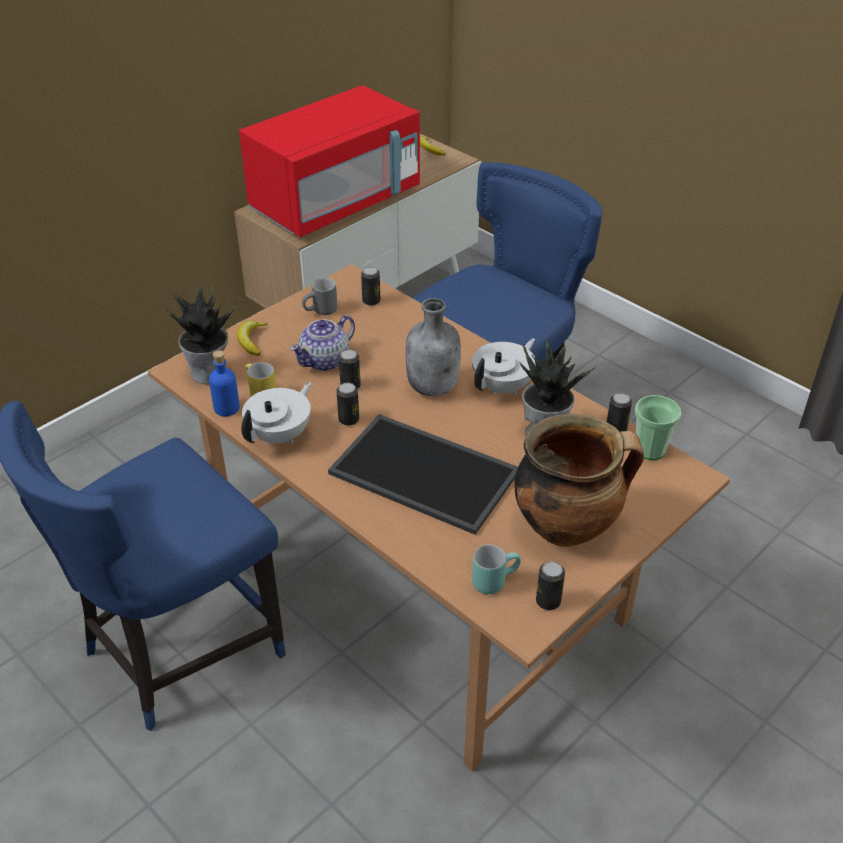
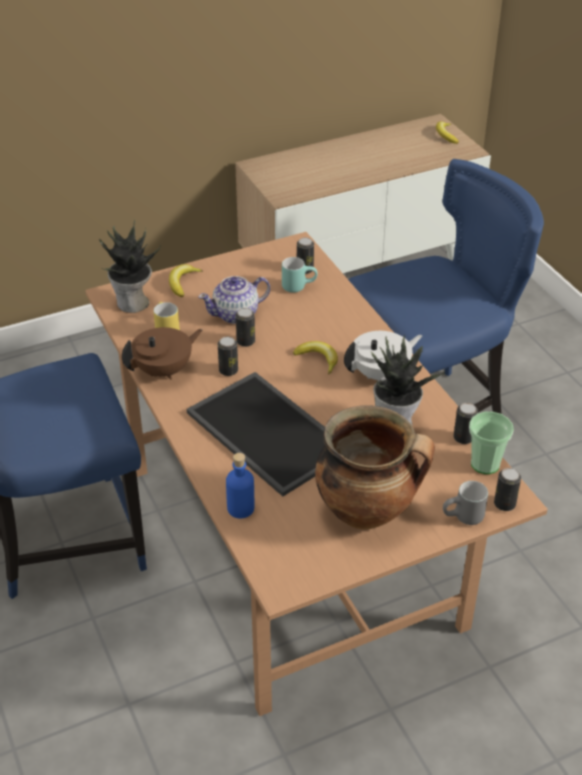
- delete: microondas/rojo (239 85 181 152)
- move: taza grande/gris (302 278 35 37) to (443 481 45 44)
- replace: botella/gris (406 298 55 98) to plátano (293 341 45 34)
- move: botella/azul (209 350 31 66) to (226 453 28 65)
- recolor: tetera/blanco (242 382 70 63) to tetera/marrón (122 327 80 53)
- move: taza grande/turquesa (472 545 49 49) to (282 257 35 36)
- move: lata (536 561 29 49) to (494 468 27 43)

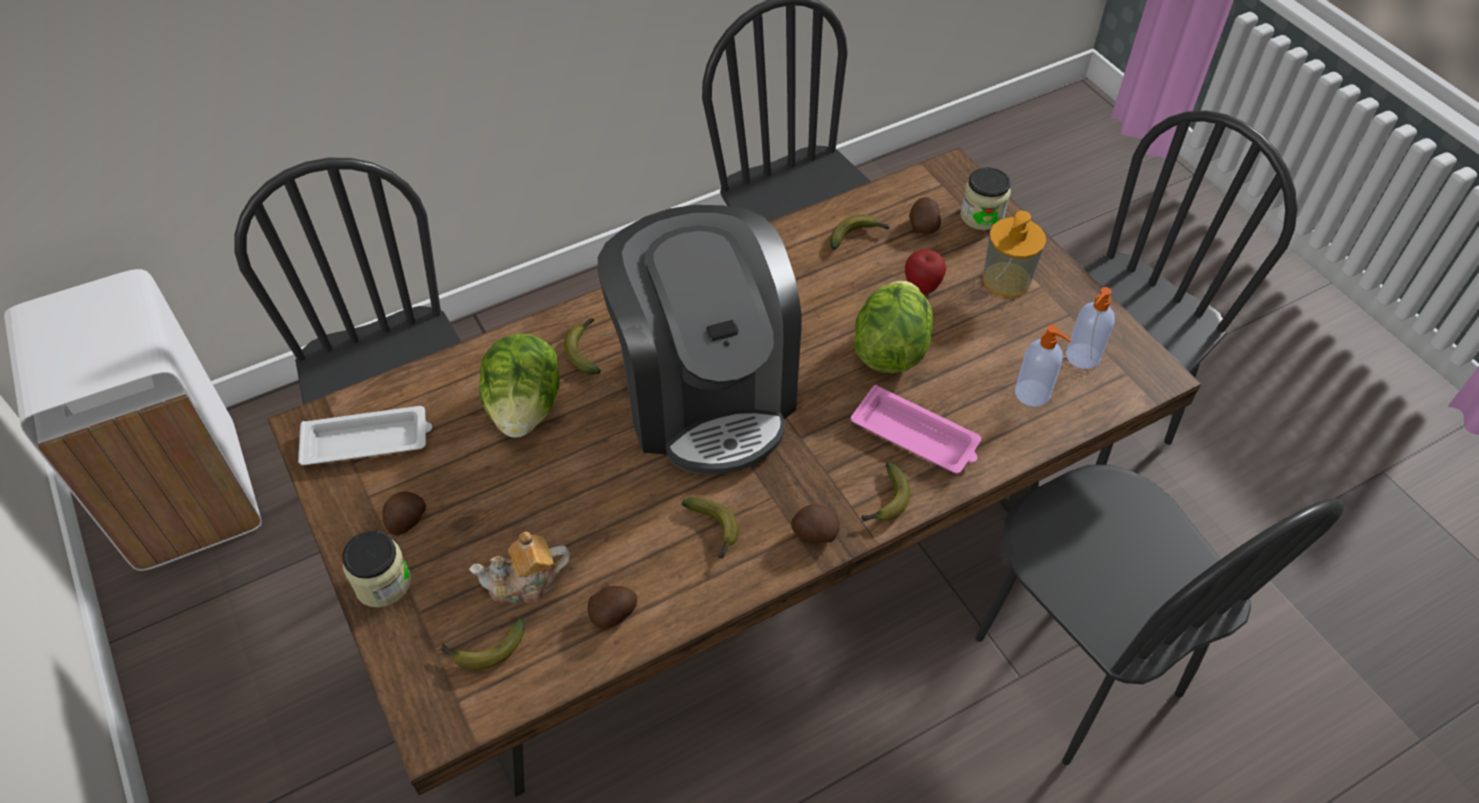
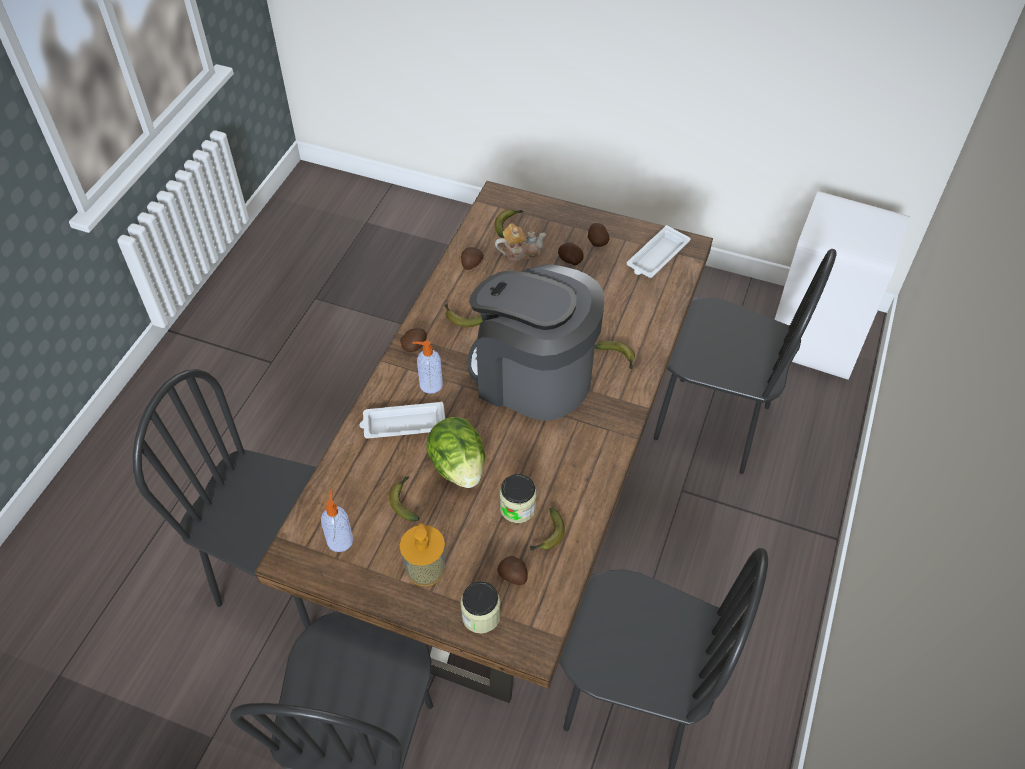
- delete: manzana (905 249 41 45)
- move: dispensador de jabón (1015 325 57 82) to (413 340 30 54)
- delete: lechuga (479 334 81 104)
- recolor: bandeja/rosa (851 385 130 89) to bandeja/blanco (360 401 85 38)
- move: plátano (861 462 49 60) to (389 476 31 45)
- move: tarro (342 531 69 76) to (500 474 36 49)
- rotate: tetera (469 532 101 71) = (495 224 51 38) 45 degrees clockwise
- insert: patata (558 242 26 23)

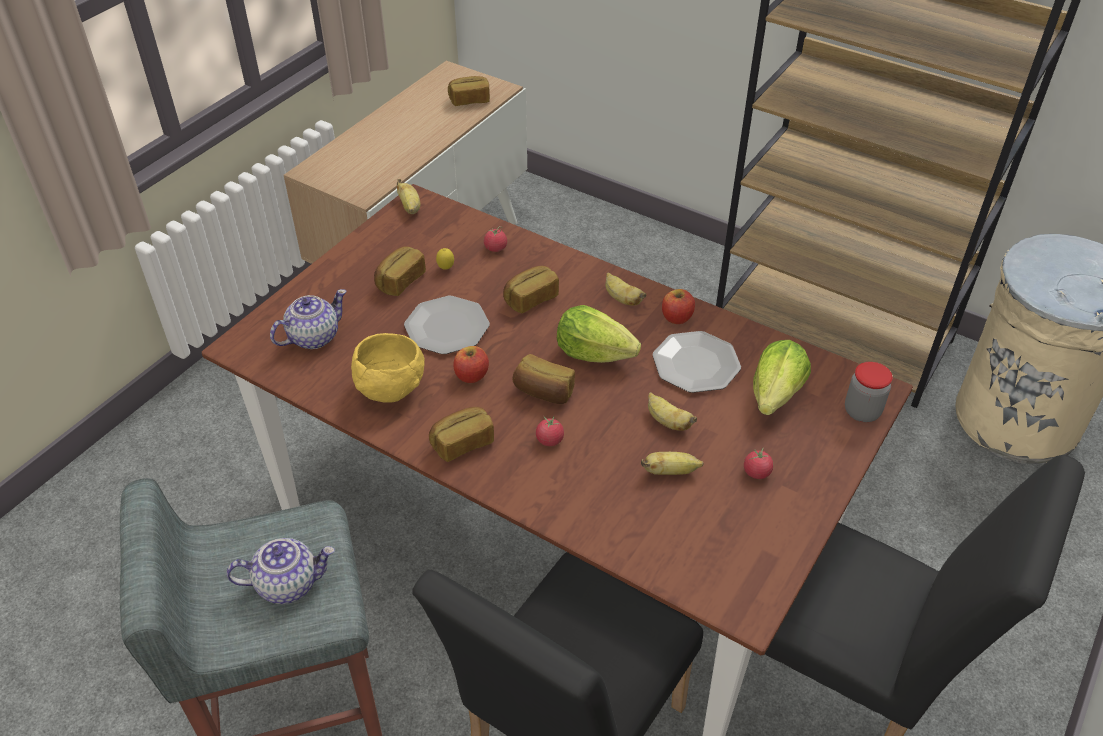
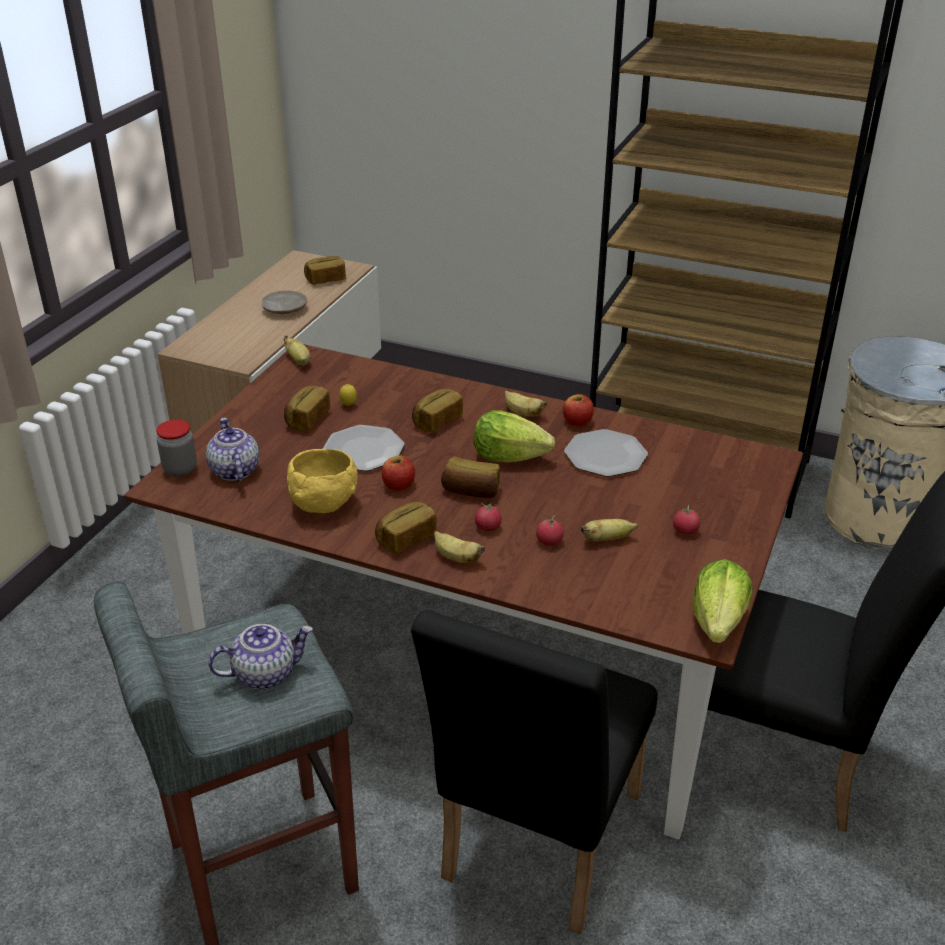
- move: tomate (484 226 23 26) to (536 515 28 31)
- rotate: tetera (270 289 77 60) = (206 418 53 64) 60 degrees counterclockwise
- move: lechuga (753 340 58 75) to (693 559 60 84)
- move: tarro (845 362 48 60) to (156 420 41 57)
- move: plátano (648 392 49 39) to (434 531 51 32)
- insert: plato/beis (261 291 46 23)

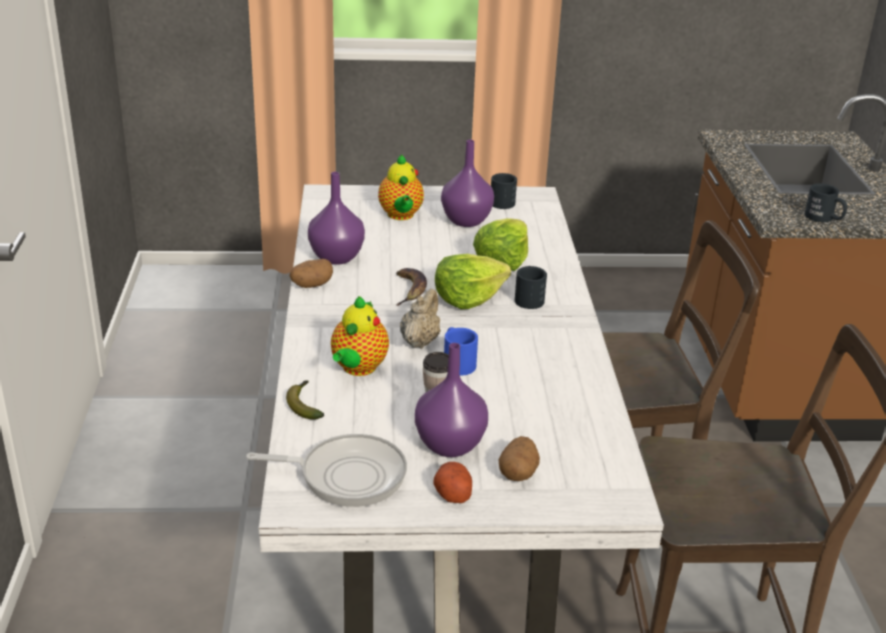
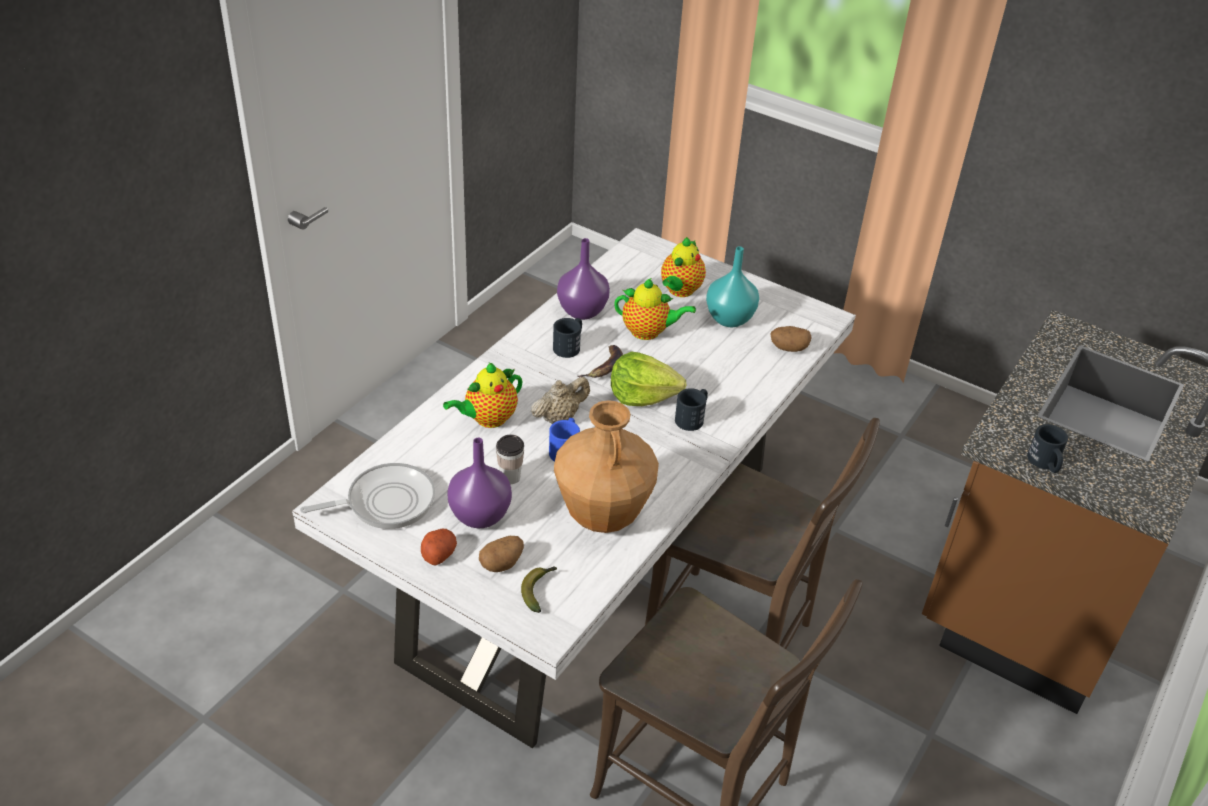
- recolor: florero/morado (441 140 53 87) to florero/turquesa (706 246 53 81)
- move: taza grande/negro (491 173 26 36) to (553 318 29 40)
- delete: lechuga (473 218 55 53)
- move: patata (289 259 44 29) to (770 326 42 26)
- move: plátano (286 380 38 40) to (521 566 36 47)
- rotate: sartén (246 434 161 73) = (300 463 135 66) 60 degrees counterclockwise
- insert: tetera (614 278 82 62)
- insert: florero/marrón (554 400 105 133)

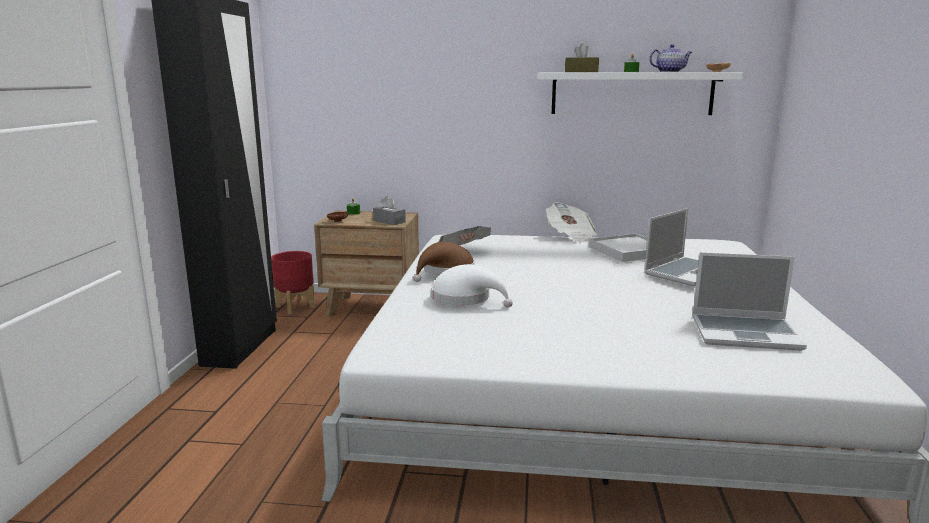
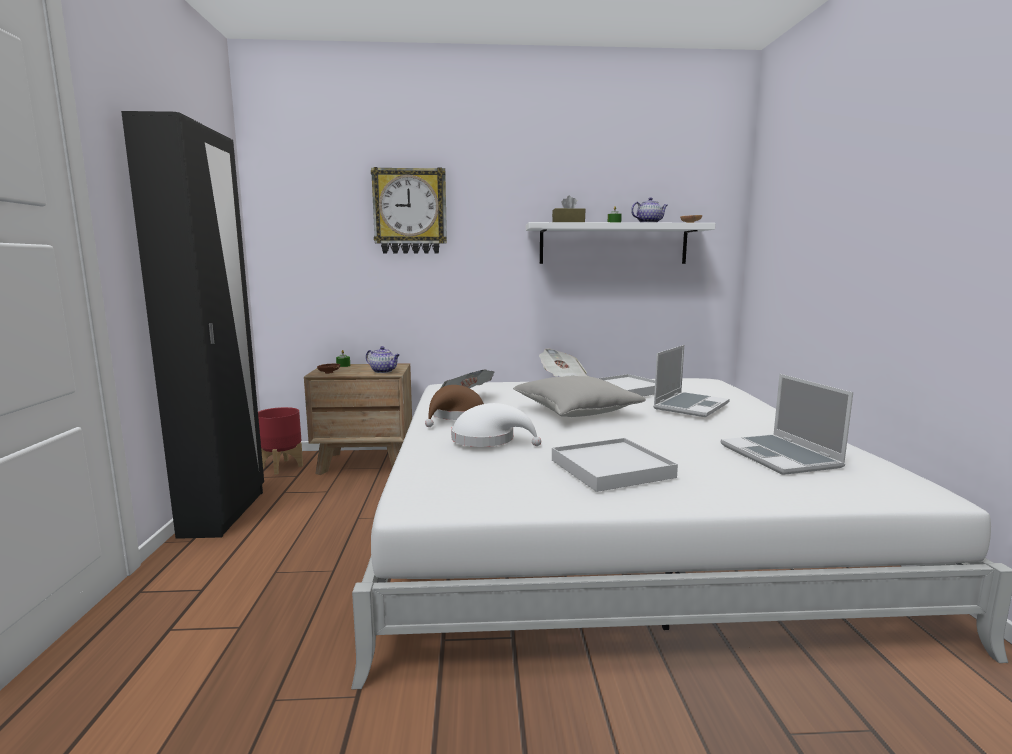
- replace: caja de pañuelos/gris (373 196 33 29) to tetera (366 346 34 27)
- rotate: portátil (692 252 115 99) = (721 374 132 101) 75 degrees clockwise
- insert: reloj de pared (371 167 76 87)
- insert: cojín/gris (513 376 133 41)
- insert: bandeja/blanco (552 438 126 54)

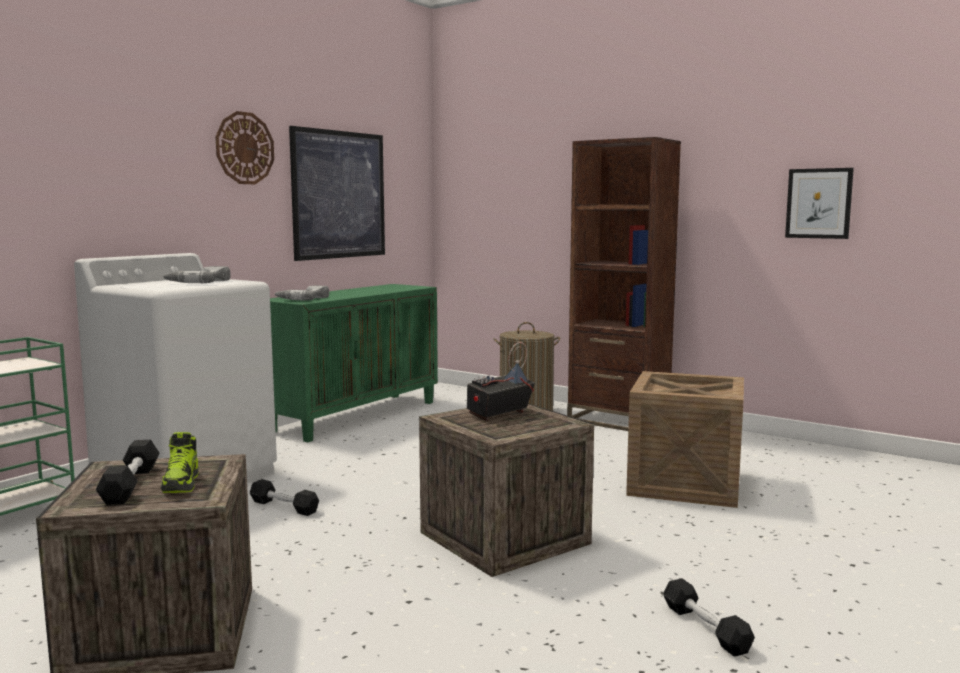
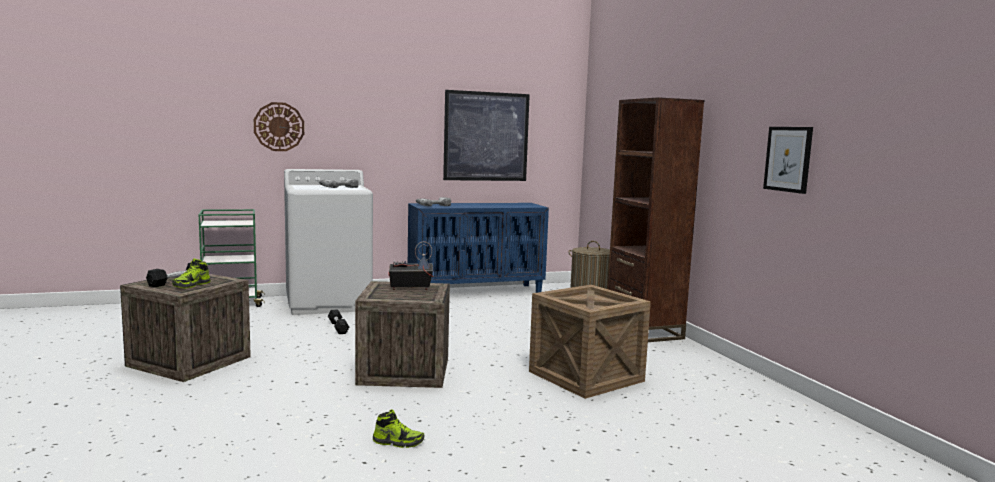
- move: reloj de pared (215 111 59 73) to (254 102 50 49)
- recolor: armario/verde (270 284 168 158) to armario/azul (408 203 141 90)
- replace: mancuerna/negro (663 578 92 79) to zapato (373 409 52 39)

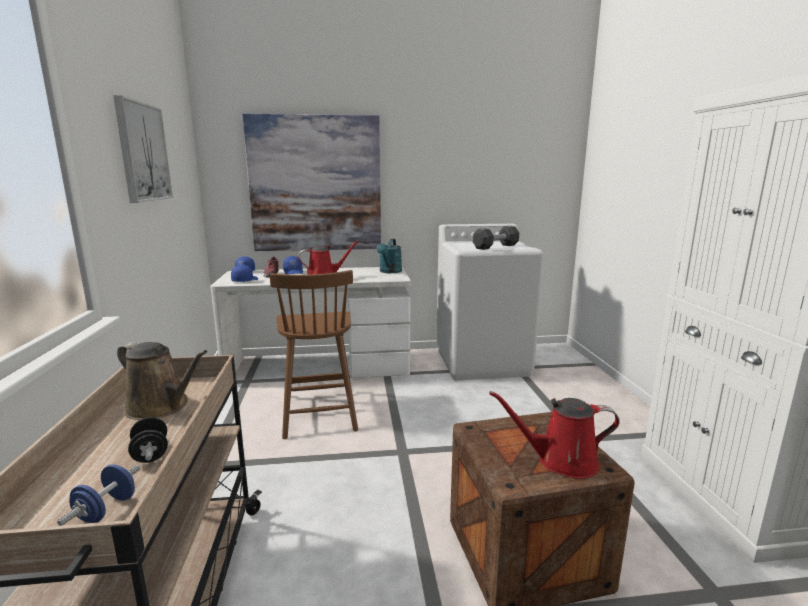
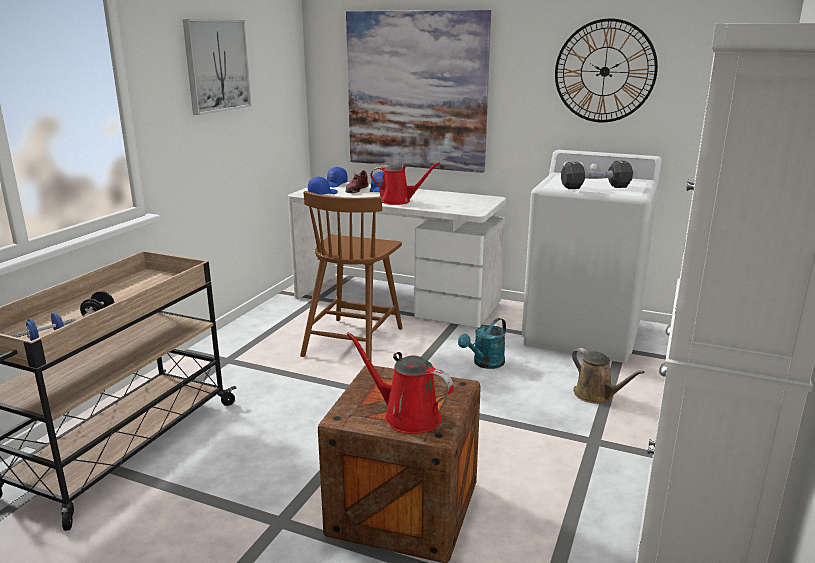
- move: regadera/turquesa (376 239 26 34) to (458 318 48 51)
- move: regadera/marrón (117 342 91 78) to (572 348 73 56)
- insert: reloj de pared (555 18 103 104)

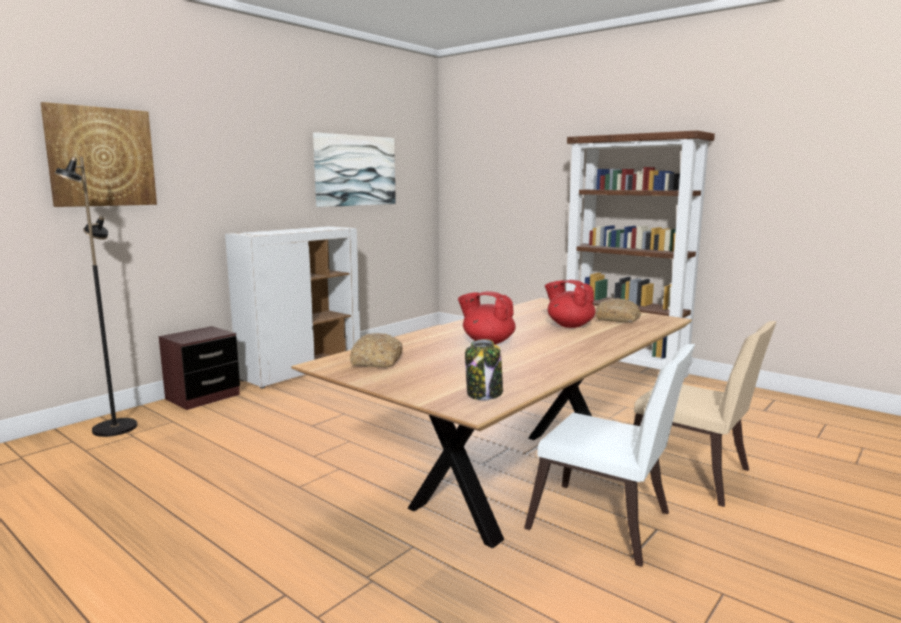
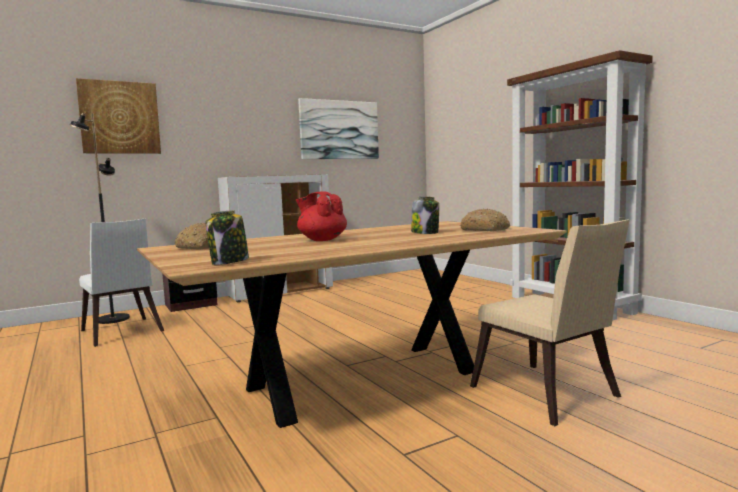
- replace: tetera/rojo (545 280 50 48) to tarro (411 197 28 37)
- move: silla/blanco (524 344 171 223) to (79 219 85 128)

